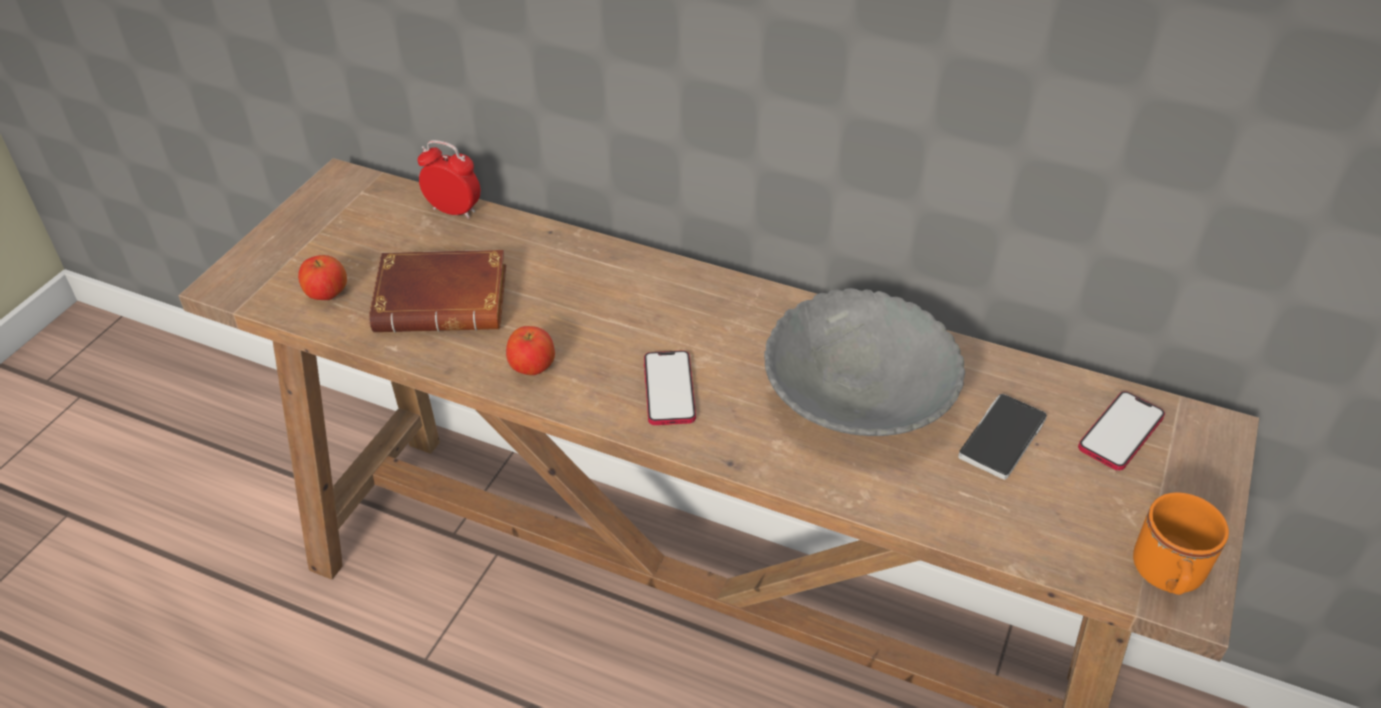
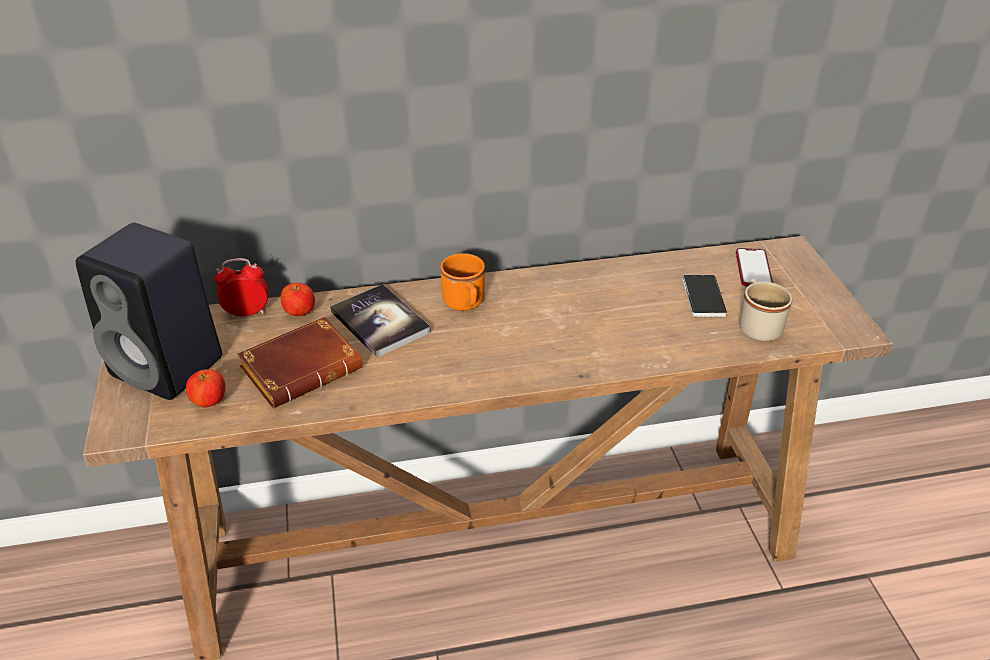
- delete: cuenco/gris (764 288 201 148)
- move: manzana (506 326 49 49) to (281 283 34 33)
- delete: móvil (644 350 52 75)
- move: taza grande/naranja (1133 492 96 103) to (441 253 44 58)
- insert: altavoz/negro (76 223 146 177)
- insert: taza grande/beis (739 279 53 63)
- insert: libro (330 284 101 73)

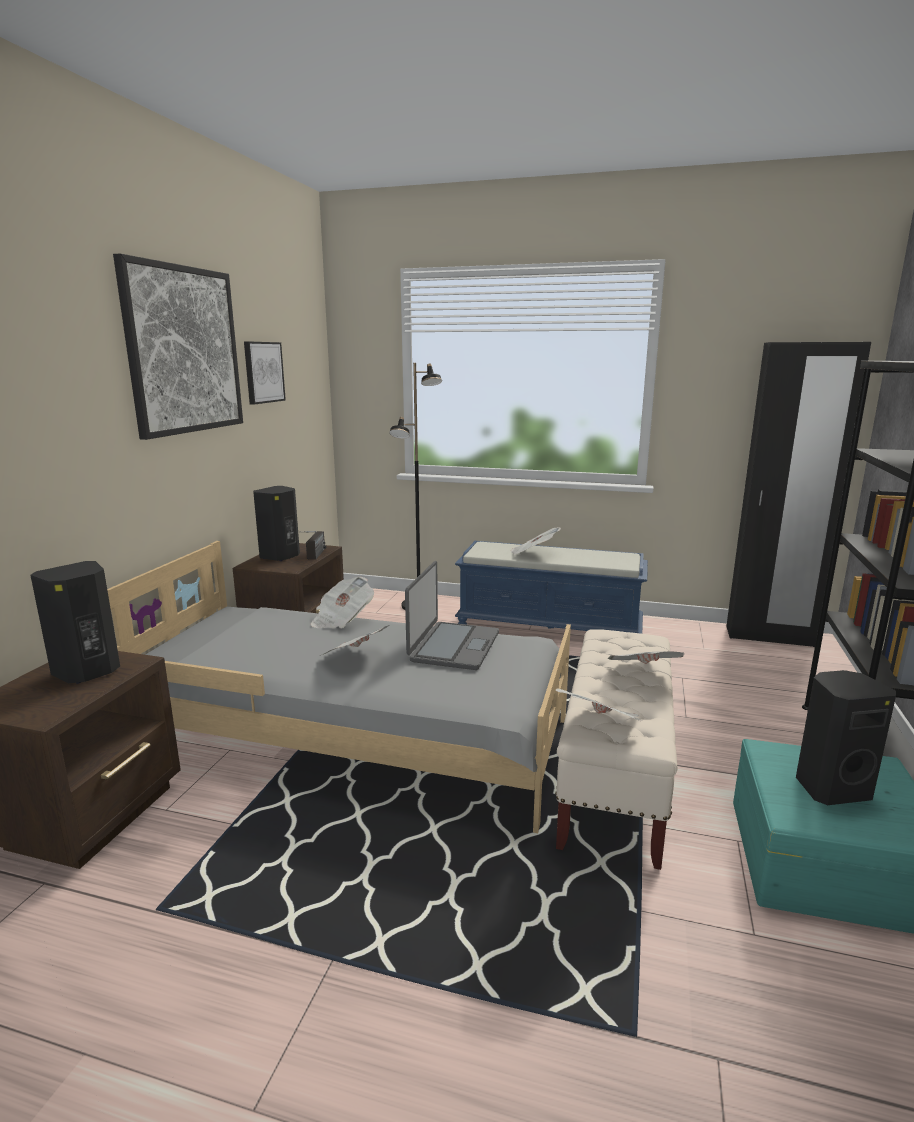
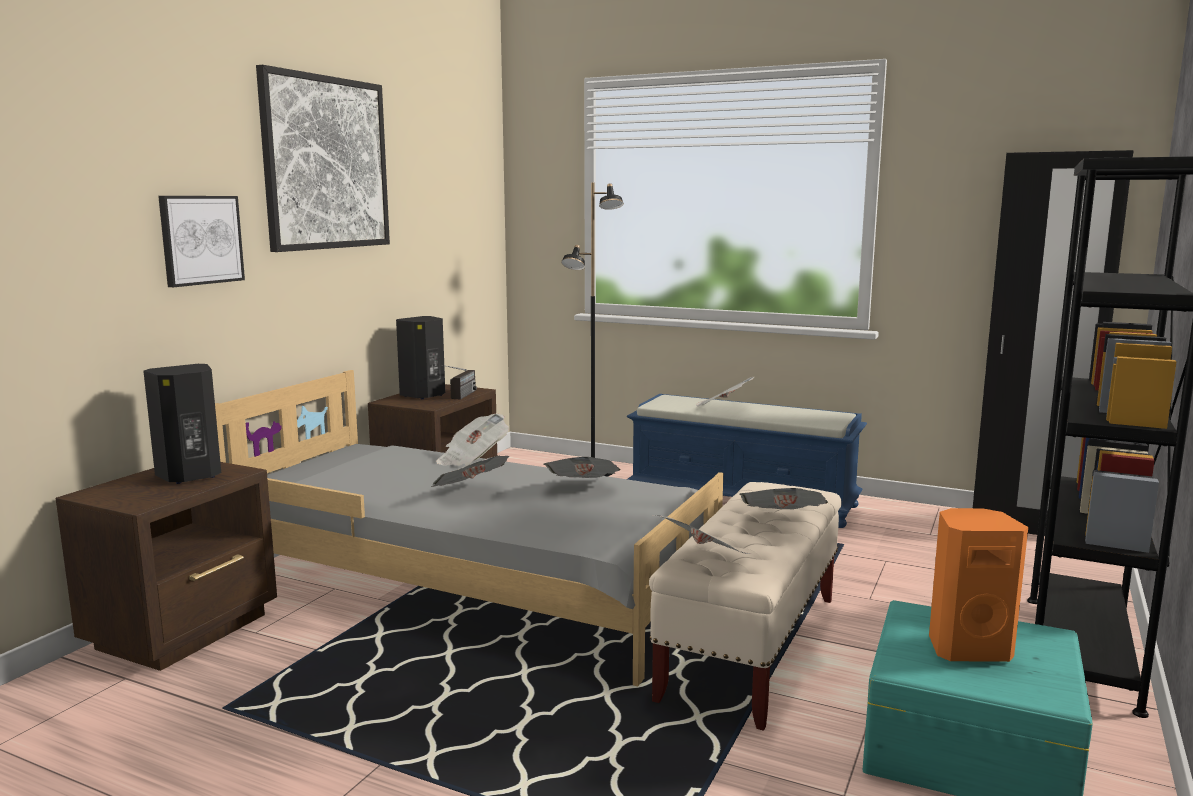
- move: cuadro (244 341 42 64) to (158 196 87 91)
- replace: portátil (405 561 94 109) to periódico (544 457 77 21)
- recolor: altavoz/negro (796 670 100 135) to altavoz/naranja (929 508 99 154)

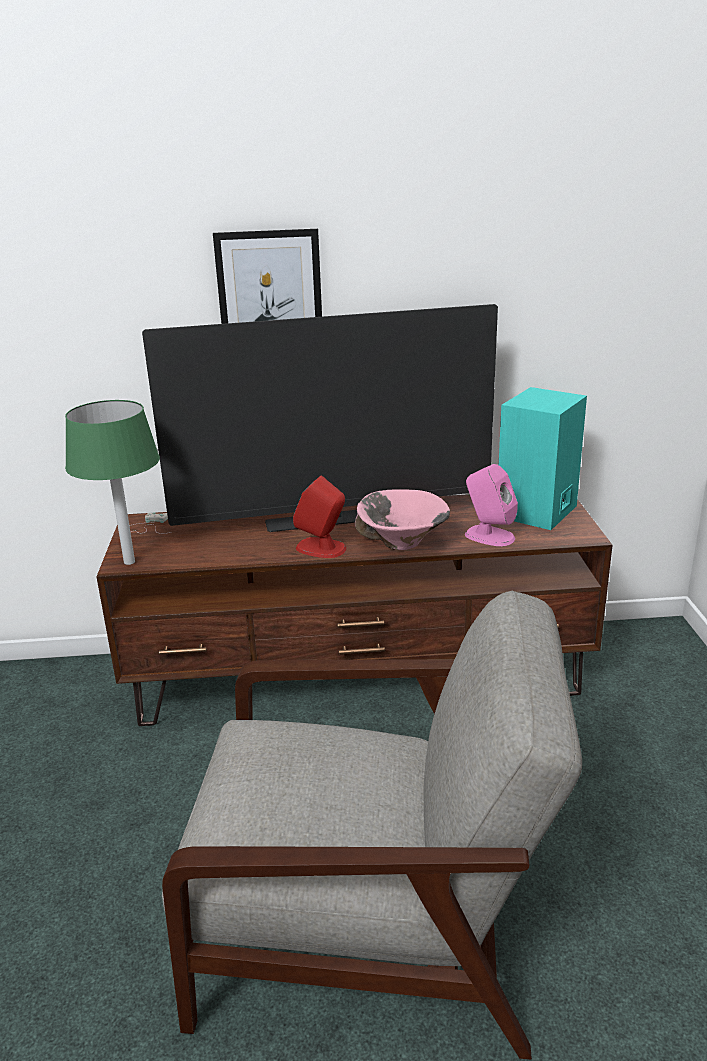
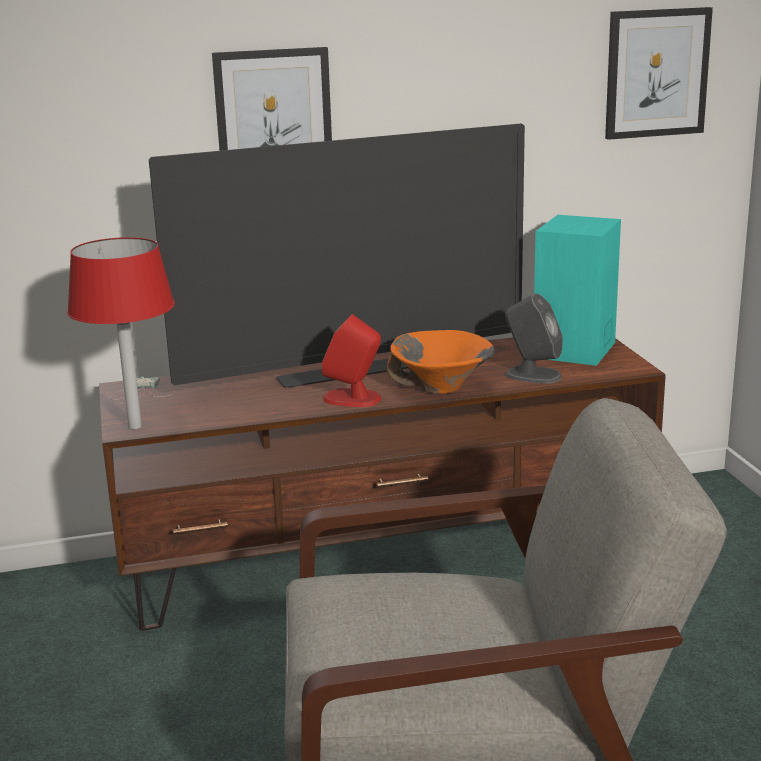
- recolor: lámpara de mesa/verde (65 400 95 165) to lámpara de mesa/rojo (67 237 108 192)
- recolor: altavoz/rosa (465 464 53 82) to altavoz/gris (505 294 58 90)
- recolor: cuenco/rosa (355 489 95 61) to cuenco/naranja (387 330 108 64)
- insert: cuadro (605 7 108 133)

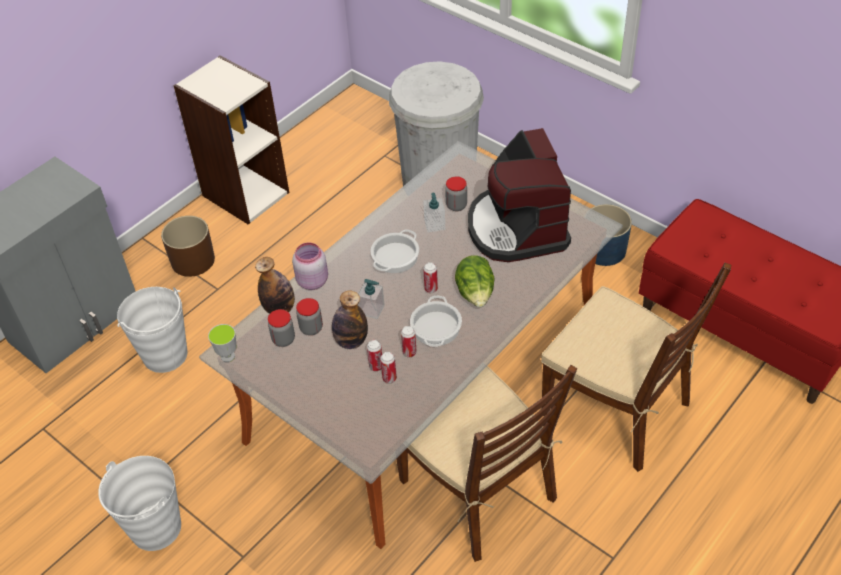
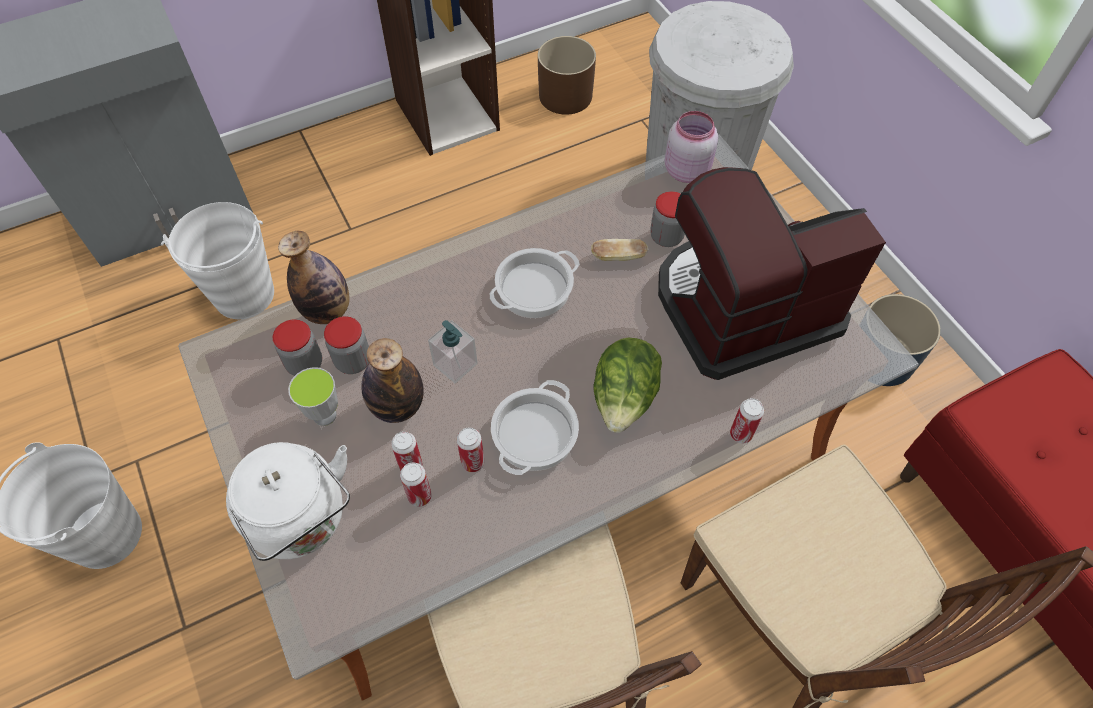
- rotate: cafetera (468 128 103 134) = (658 167 228 213) 60 degrees clockwise
- replace: dispensador de jabón (423 192 22 40) to pan (591 239 57 22)
- move: maceta/marrón (161 216 54 61) to (538 36 58 79)
- move: tarro/rosa (292 243 36 47) to (665 111 53 72)
- move: lata (424 262 14 31) to (730 398 34 45)
- move: taza (208 324 28 38) to (288 367 50 59)
- insert: hervidor/blanco (226 442 124 119)

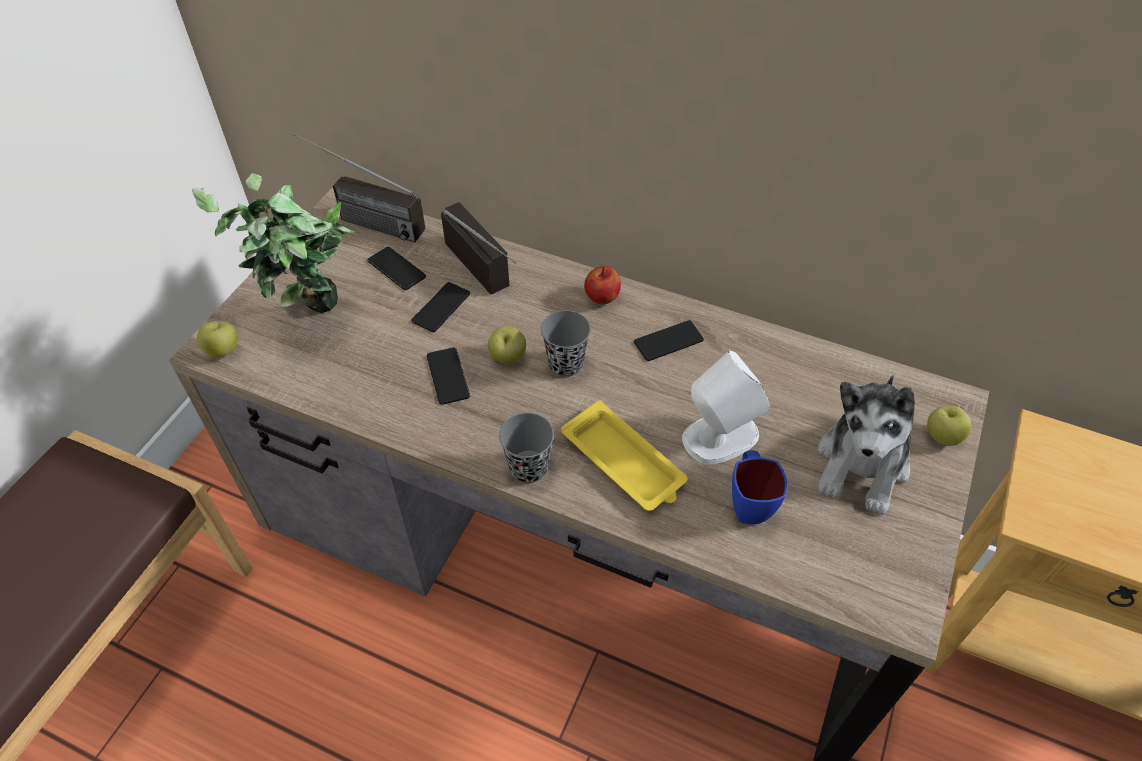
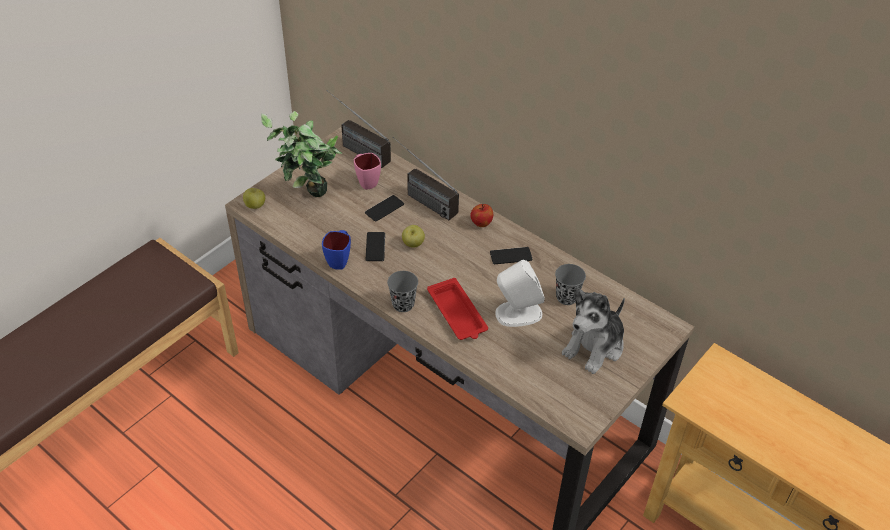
- rotate: radio (441 202 76 92) = (393 137 66 83) 150 degrees clockwise
- replace: móvil (368 247 58 43) to taza grande/rosa (354 153 27 37)
- move: taza/gris (541 310 50 67) to (555 264 31 41)
- recolor: bandeja/amarillo (561 400 127 111) to bandeja/rojo (427 278 61 62)
- delete: manzana (927 406 44 40)
- move: taza grande/azul (732 450 55 74) to (322 230 29 40)

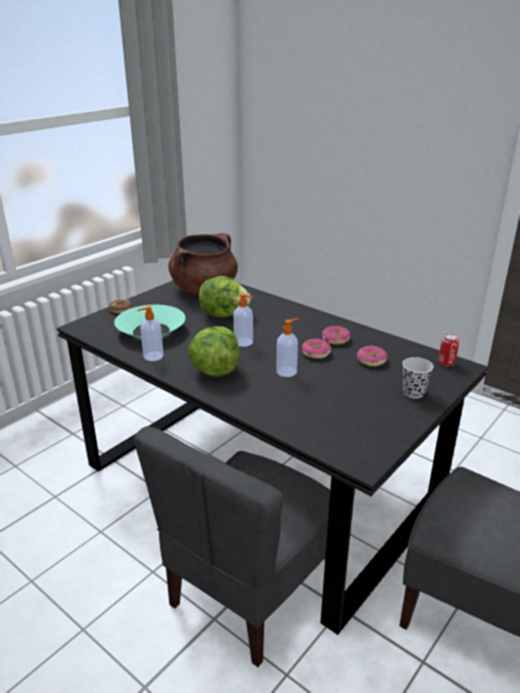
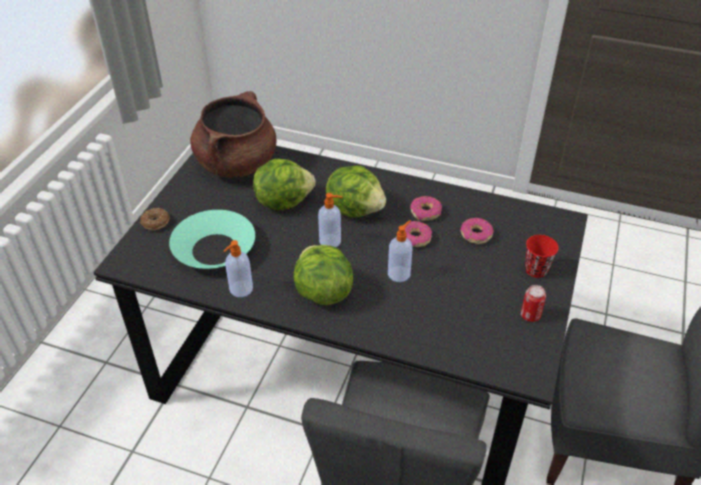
- move: lata (438 333 21 33) to (521 285 25 37)
- recolor: taza/negro (402 357 31 42) to taza/rojo (525 235 34 43)
- insert: lechuga (326 166 60 52)

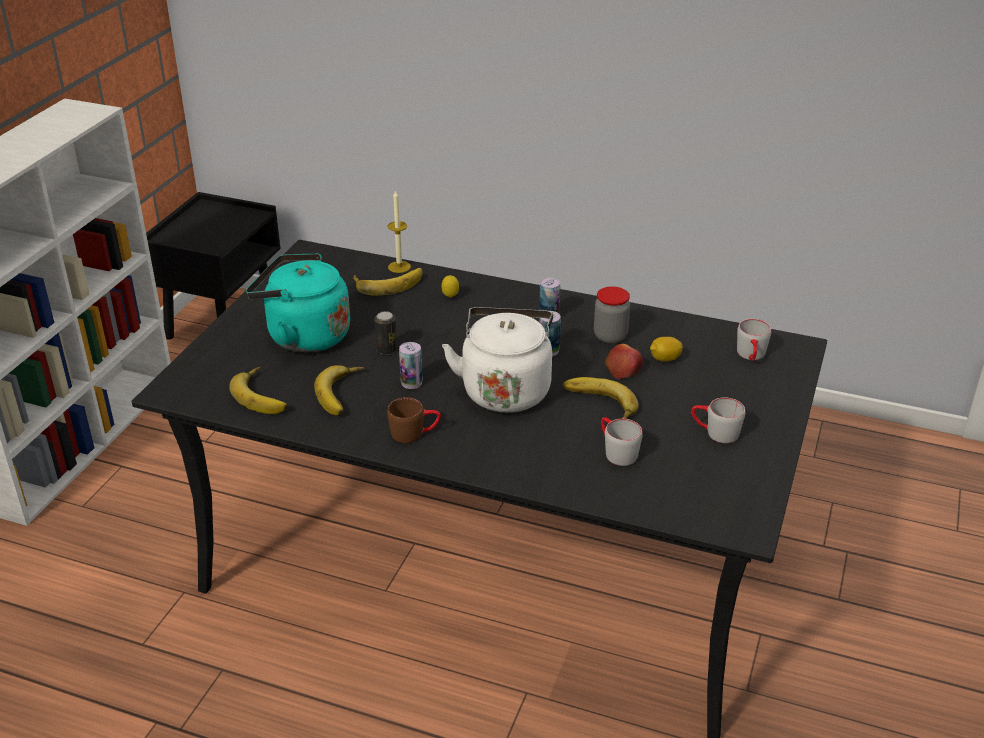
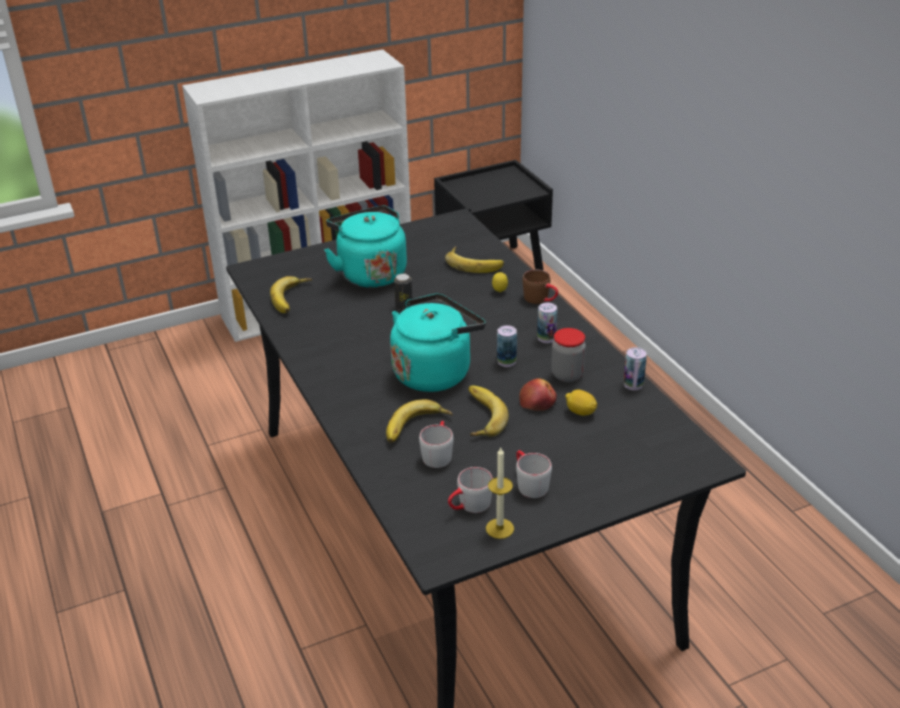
- move: vela (388 190 23 83) to (486 448 28 91)
- recolor: hervidor/blanco (442 307 111 106) to hervidor/turquesa (390 294 96 98)
- move: taza grande/gris (737 319 34 42) to (448 467 45 46)
- move: lata (399 342 24 47) to (623 347 24 43)
- move: plátano (314 365 50 50) to (386 399 67 44)
- move: taza grande/marrón (387 397 54 46) to (522 269 36 35)

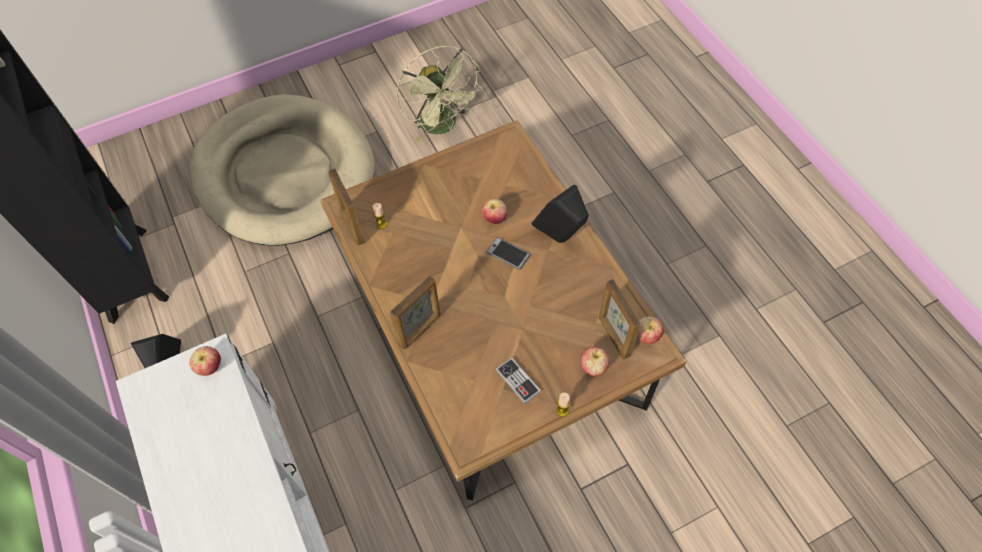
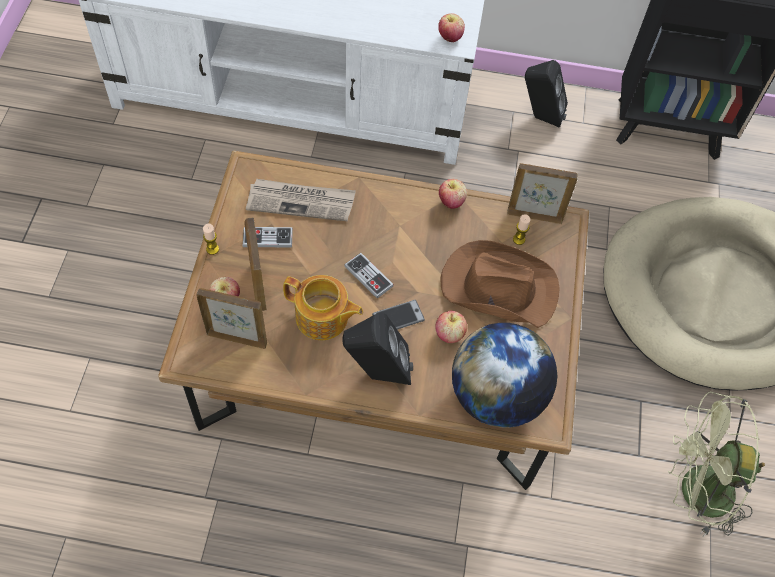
- move: portarretratos (390 276 51 73) to (244 217 23 94)
- move: manzana (637 317 27 27) to (439 179 28 30)
- insert: periódico (246 179 110 42)
- insert: sombrero/marrón (440 240 120 88)
- insert: mando de consola (344 253 50 45)
- insert: tetera (283 275 80 65)
- insert: globo terráqueo (452 323 105 105)

